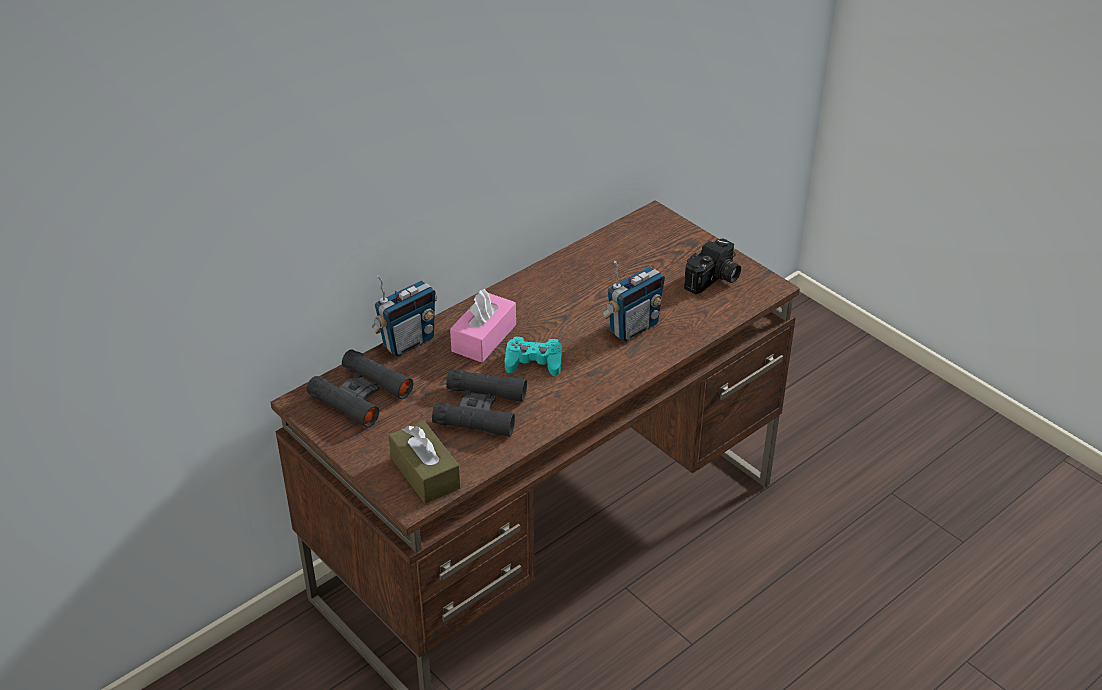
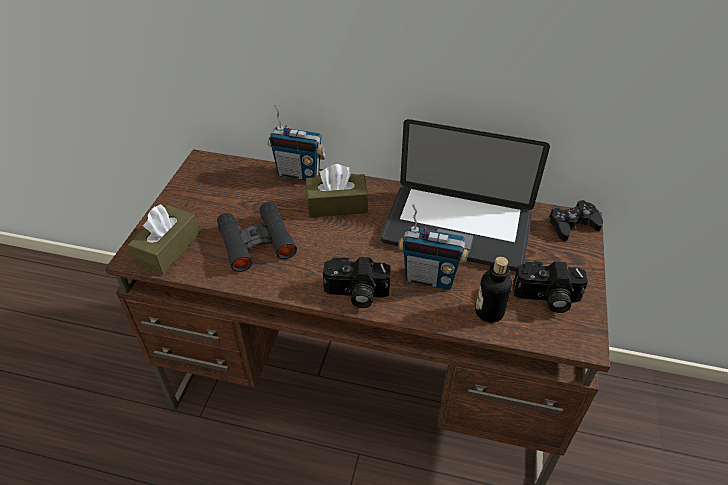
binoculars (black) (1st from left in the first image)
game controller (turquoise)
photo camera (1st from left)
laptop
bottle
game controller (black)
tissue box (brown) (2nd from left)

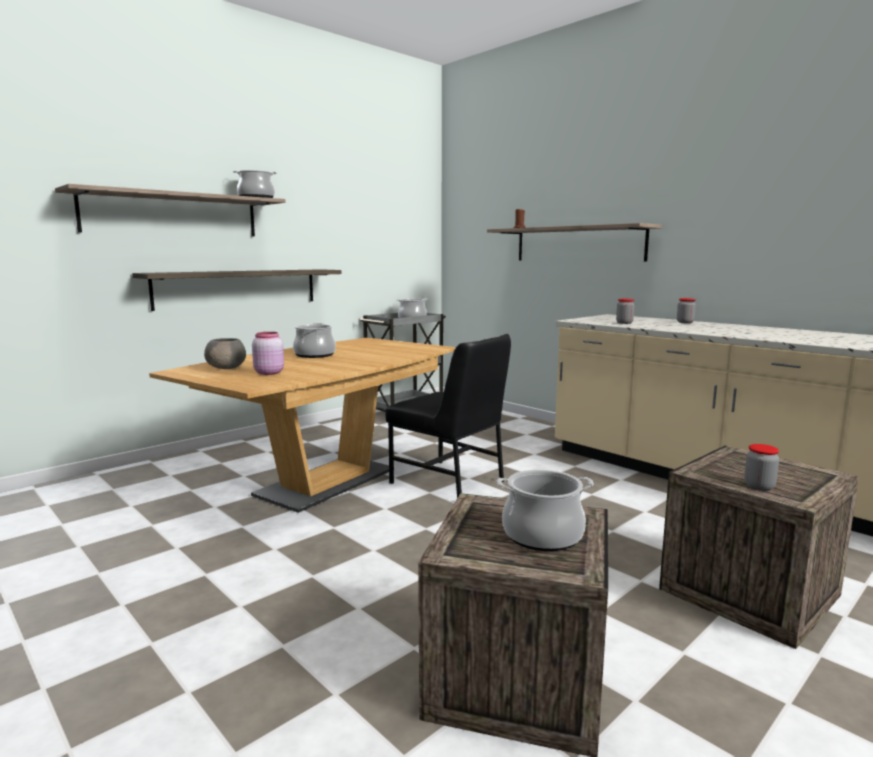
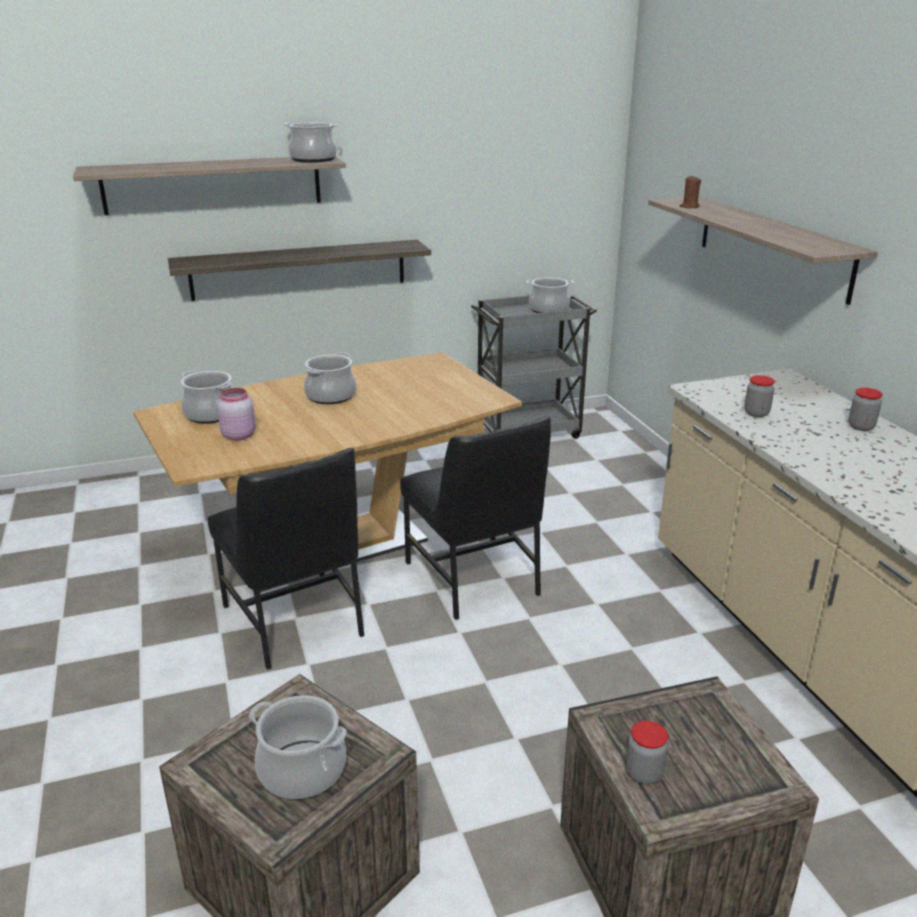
chair (black) (1st from left)
cooking pot (1st from left)

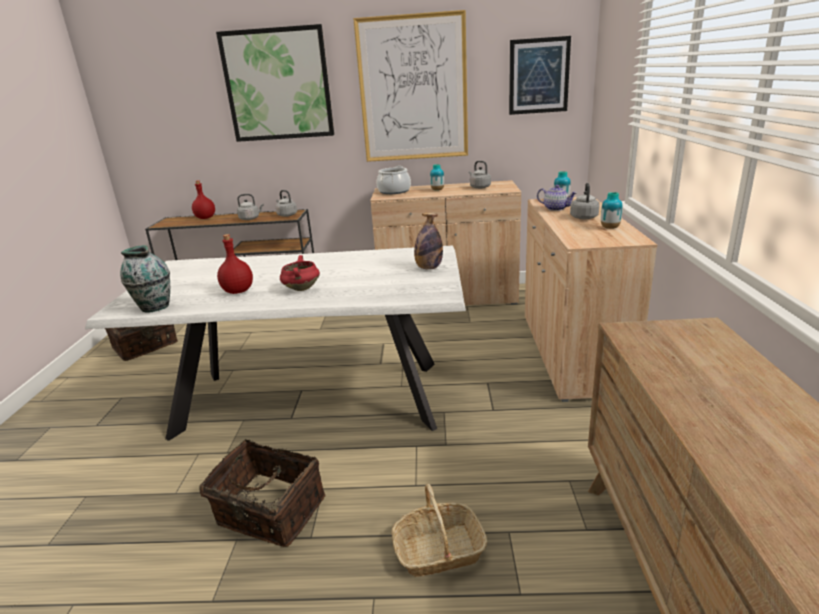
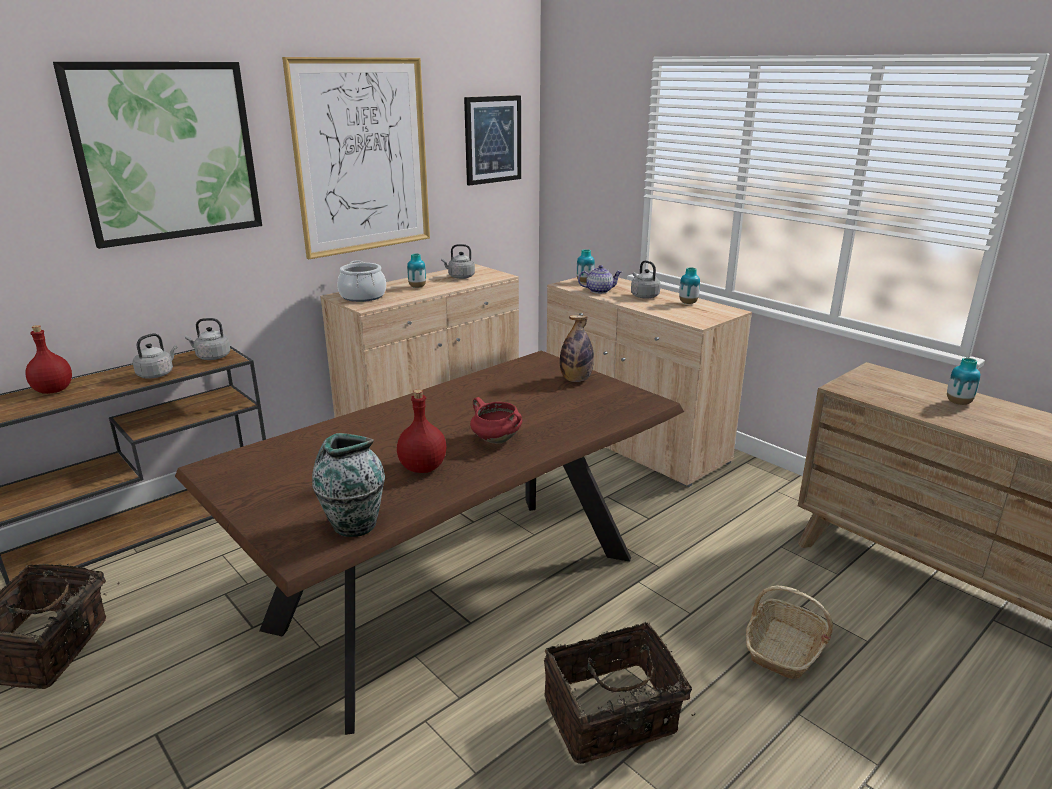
vase (5th from left)
dining table (brown)

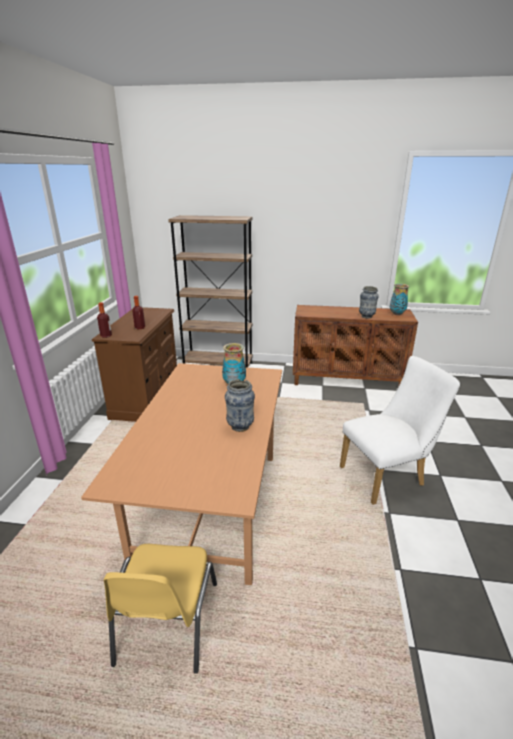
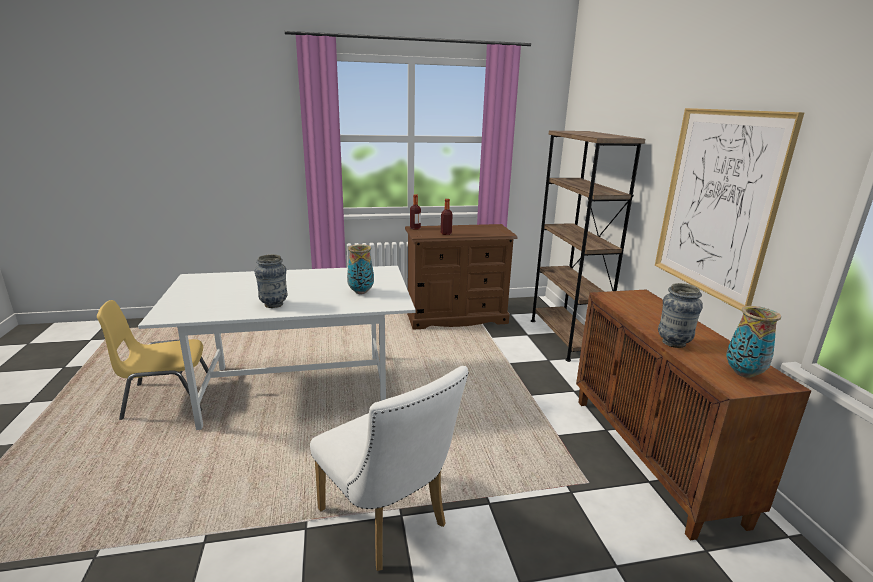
picture
dining table (white)

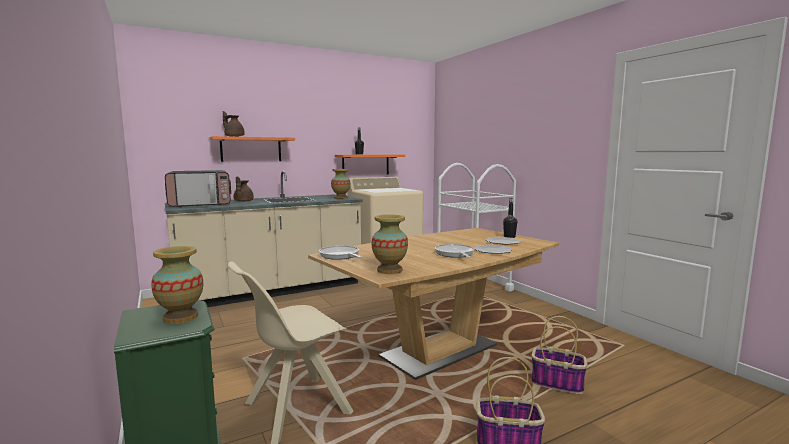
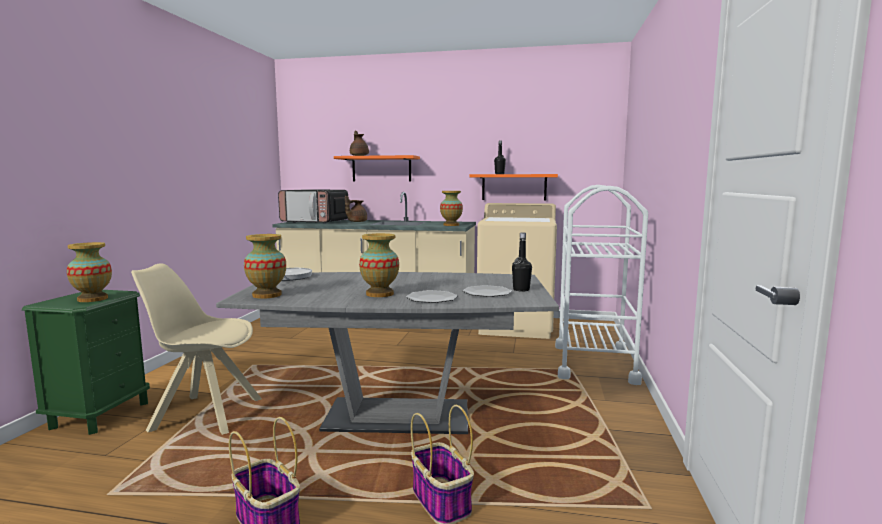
vase (3rd from left)
dining table (grey)

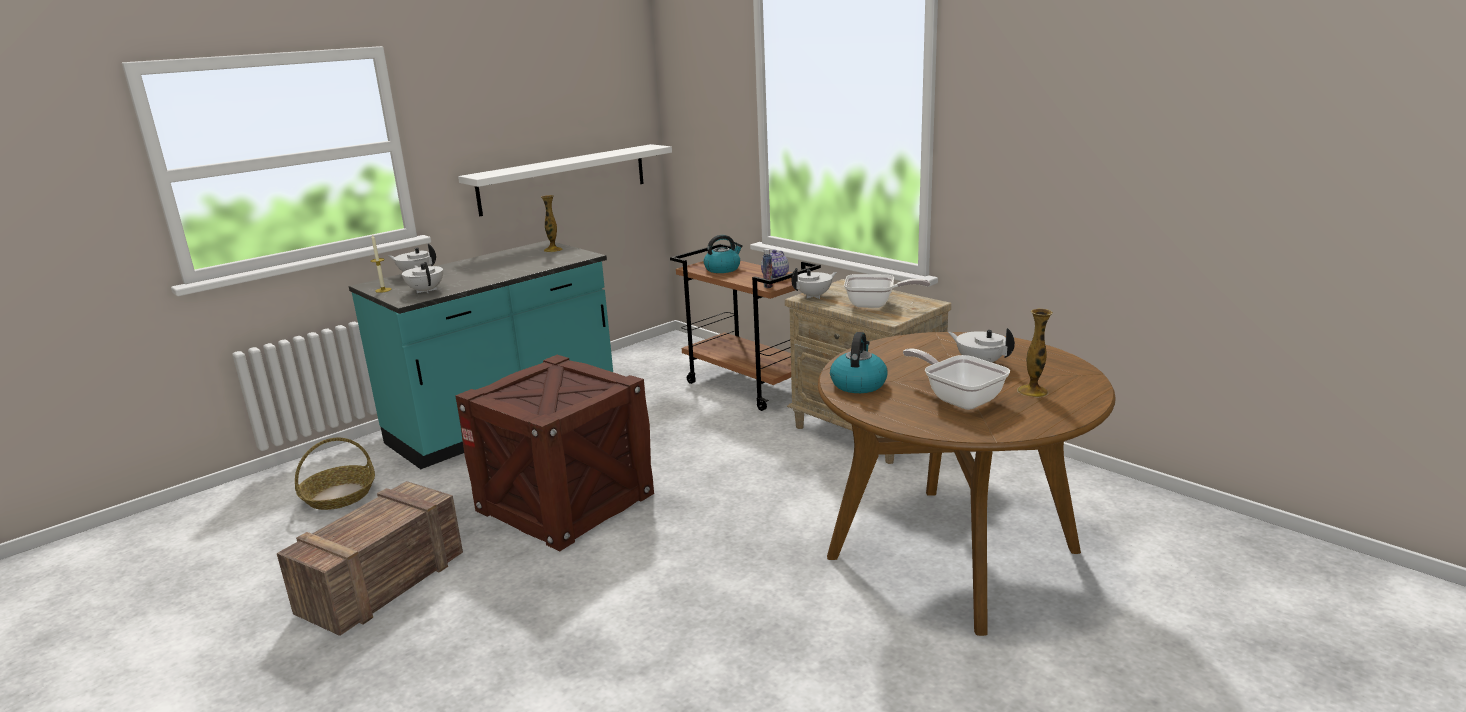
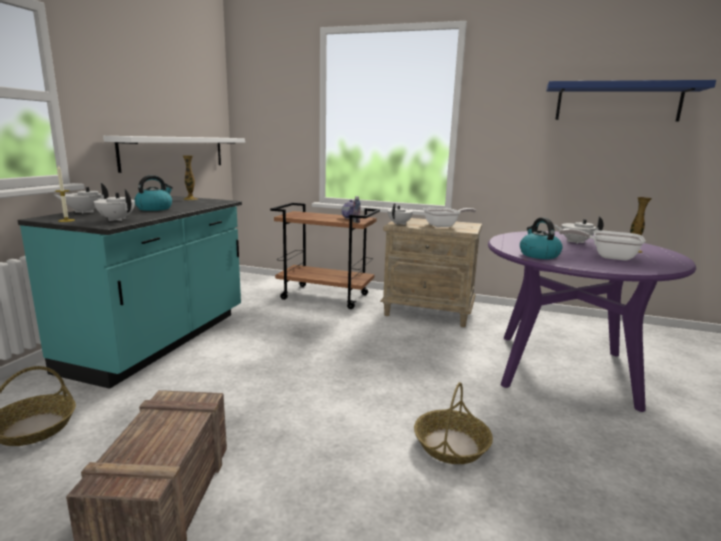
crate (2nd from left in the first image)
basket (2nd from left)
shelf (blue)
kettle (1st from left)
dining table (purple)

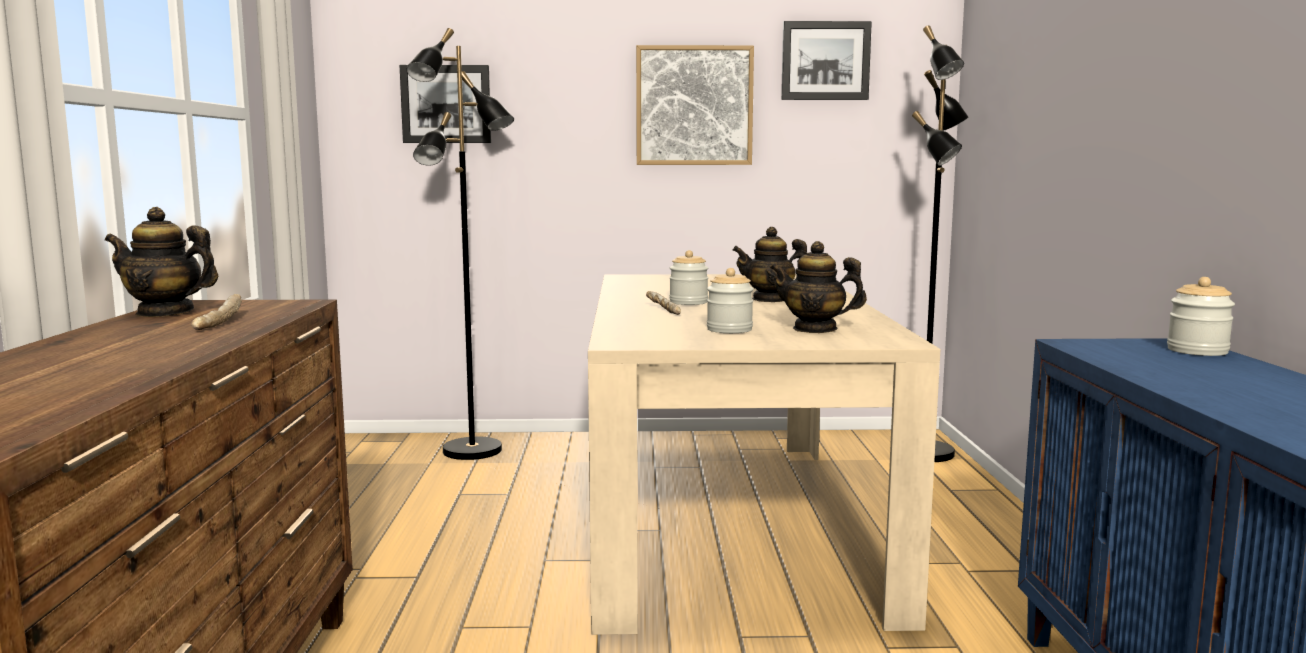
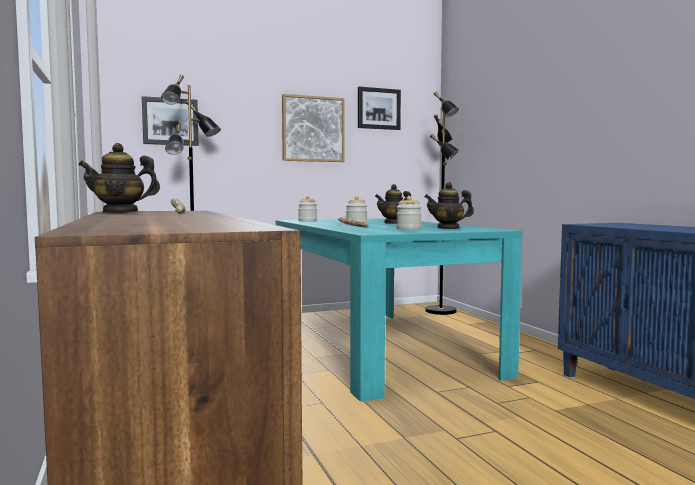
jar (1st from left)
dining table (turquoise)

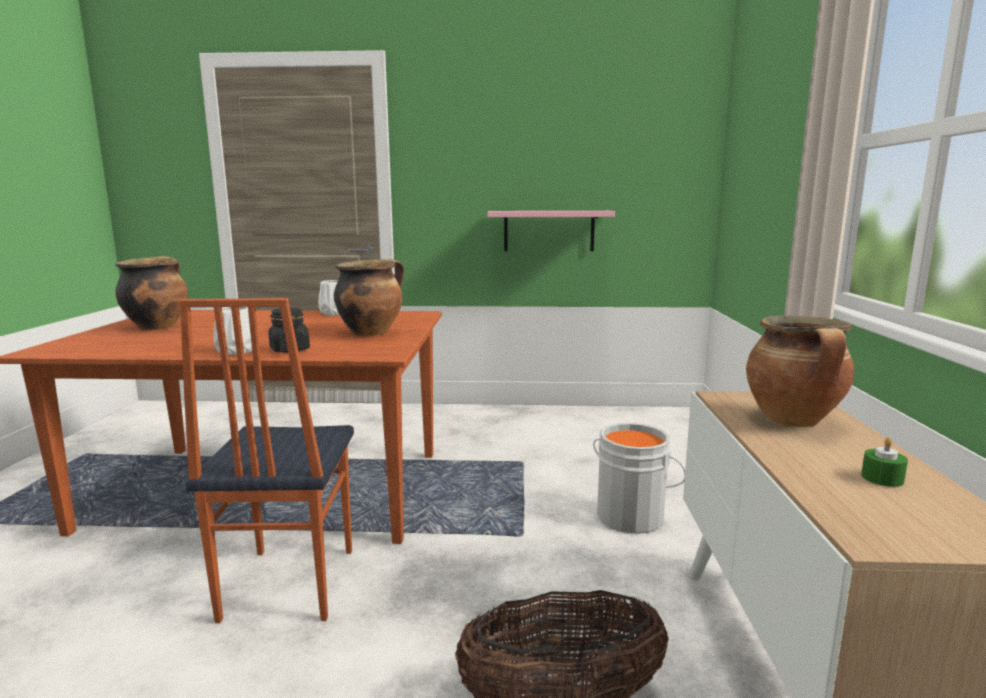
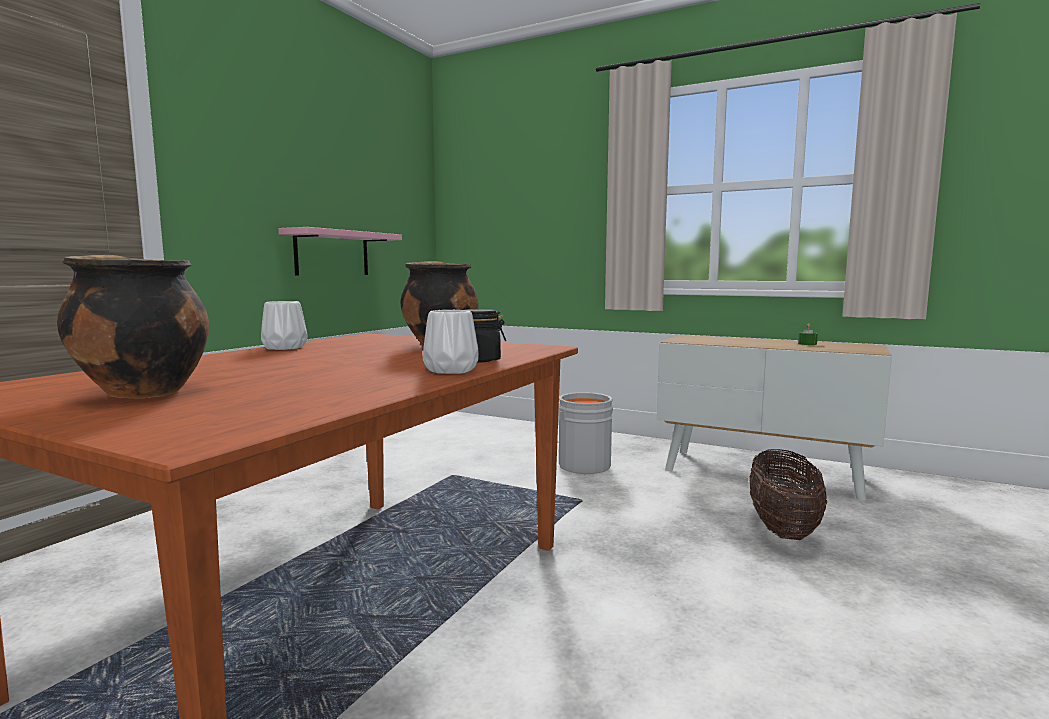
chair
cooking pot (3rd from left in the first image)

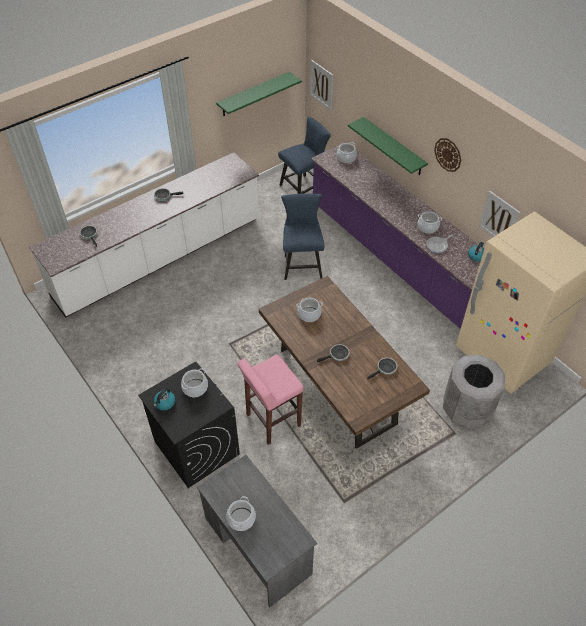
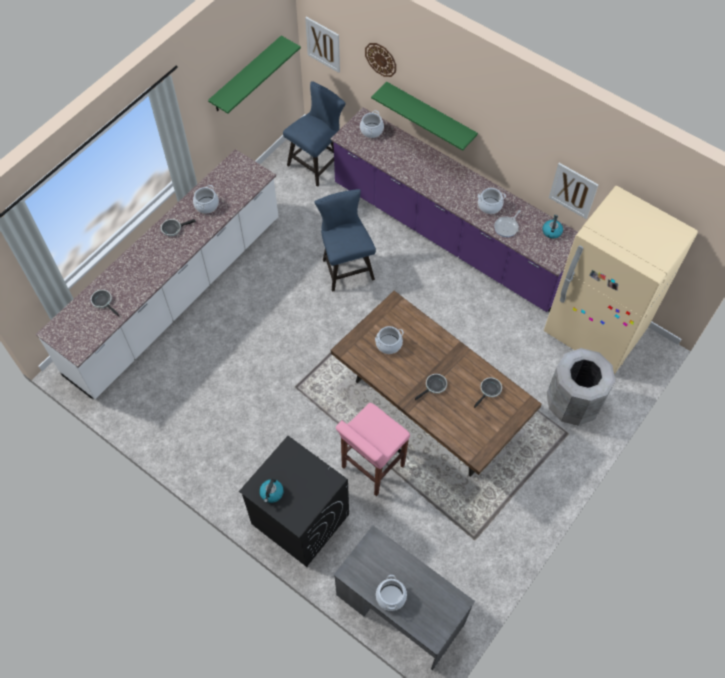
cooking pot (1st from left)
wall clock

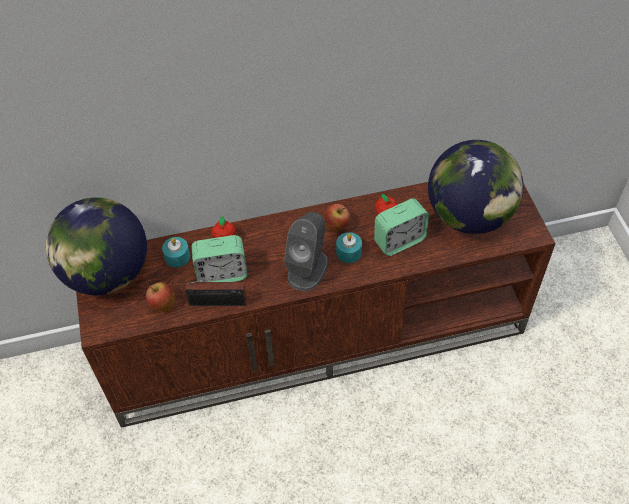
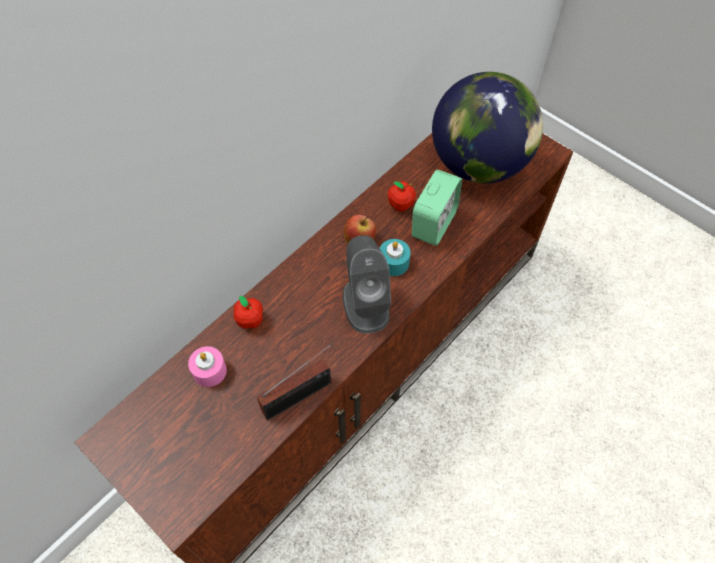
globe (1st from left in the first image)
apple (1st from left in the first image)
alarm clock (1st from left in the first image)
candle (pink)

